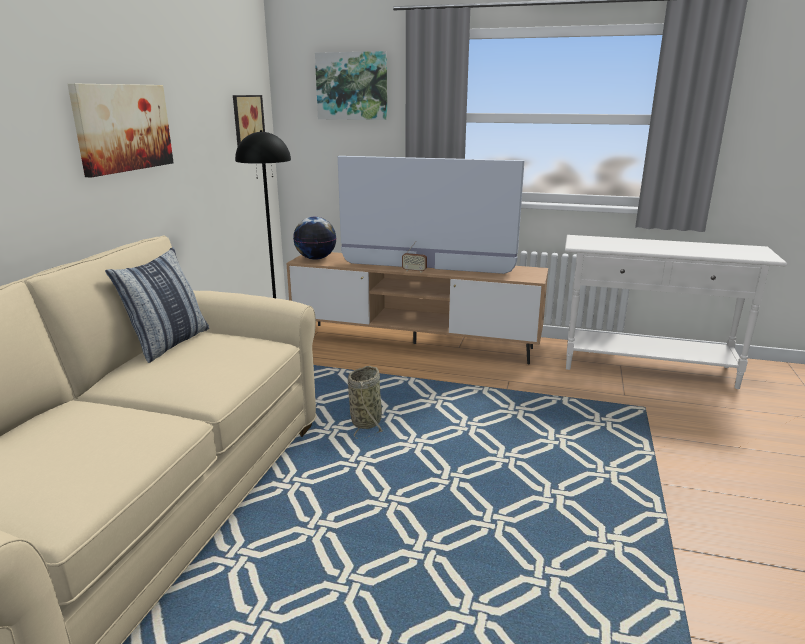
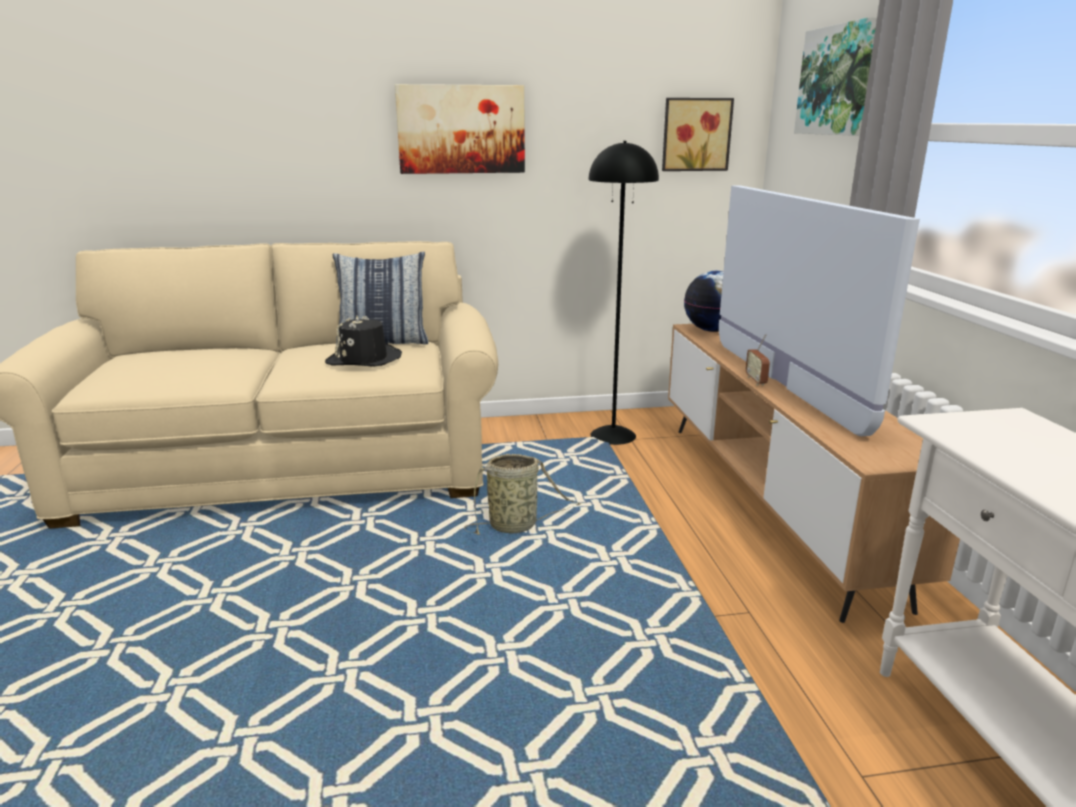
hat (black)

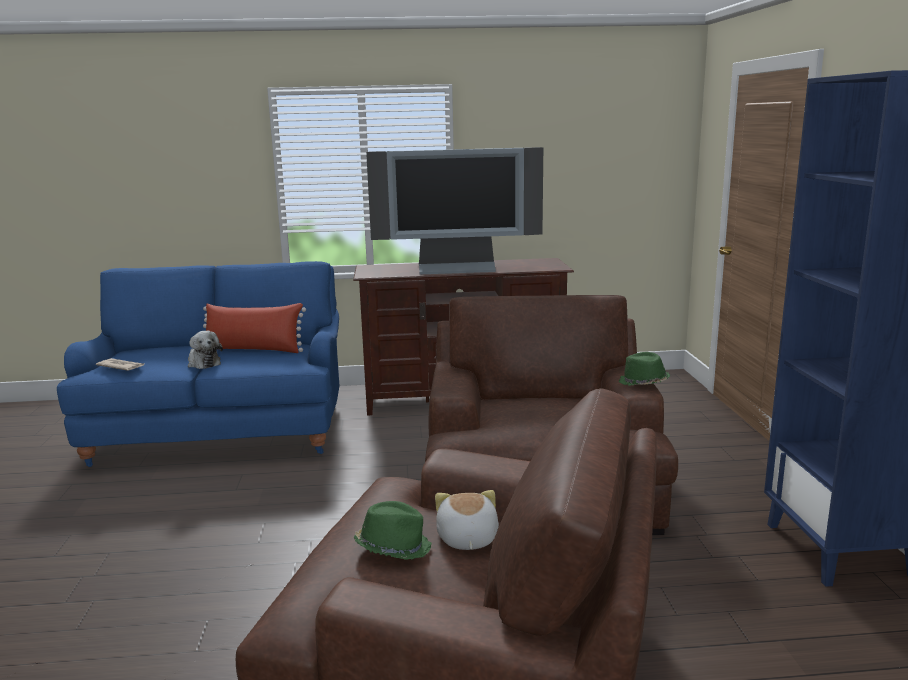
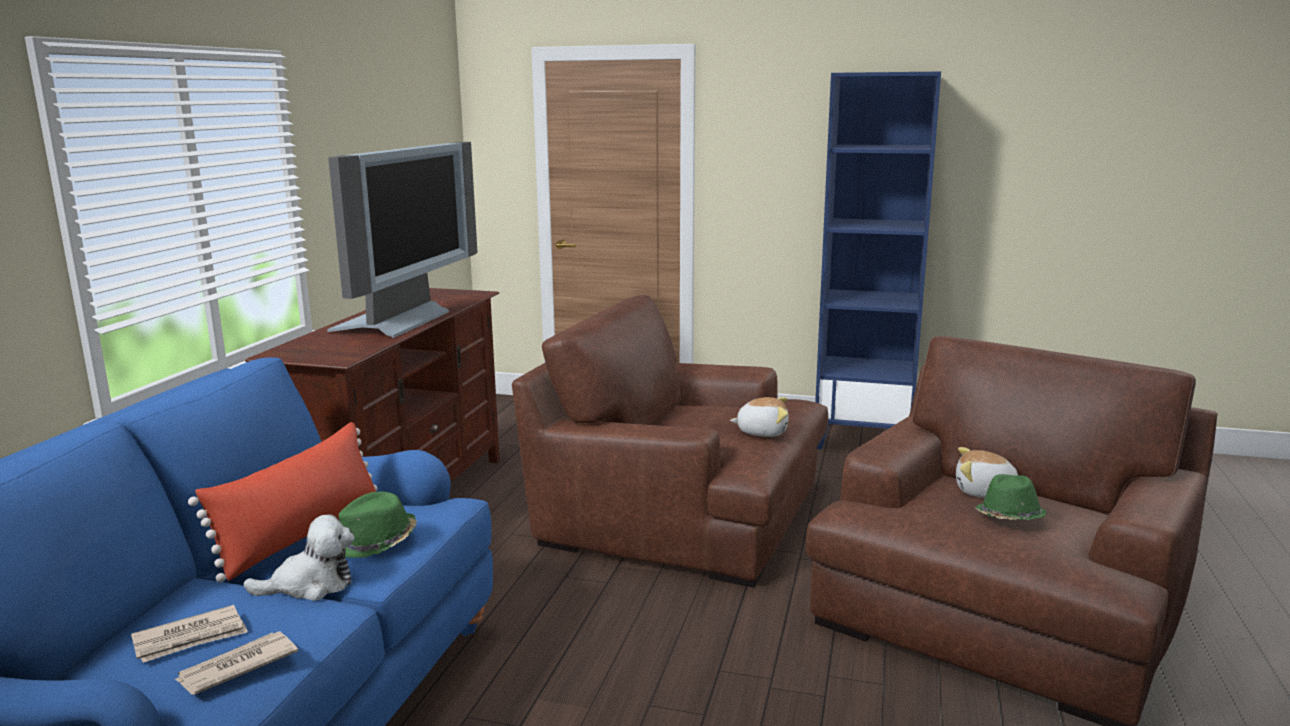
newspaper (1st from left)
plush toy (2nd from left)
hat (green) (1st from left)

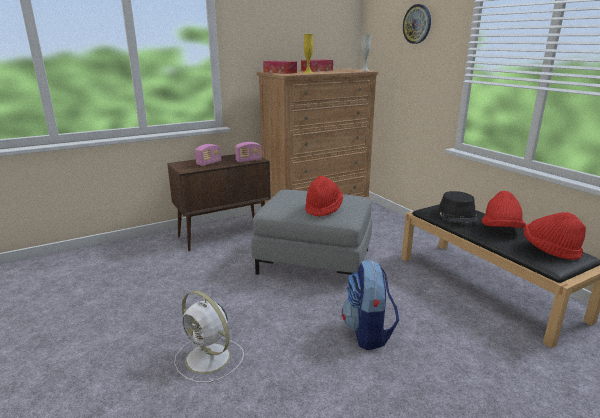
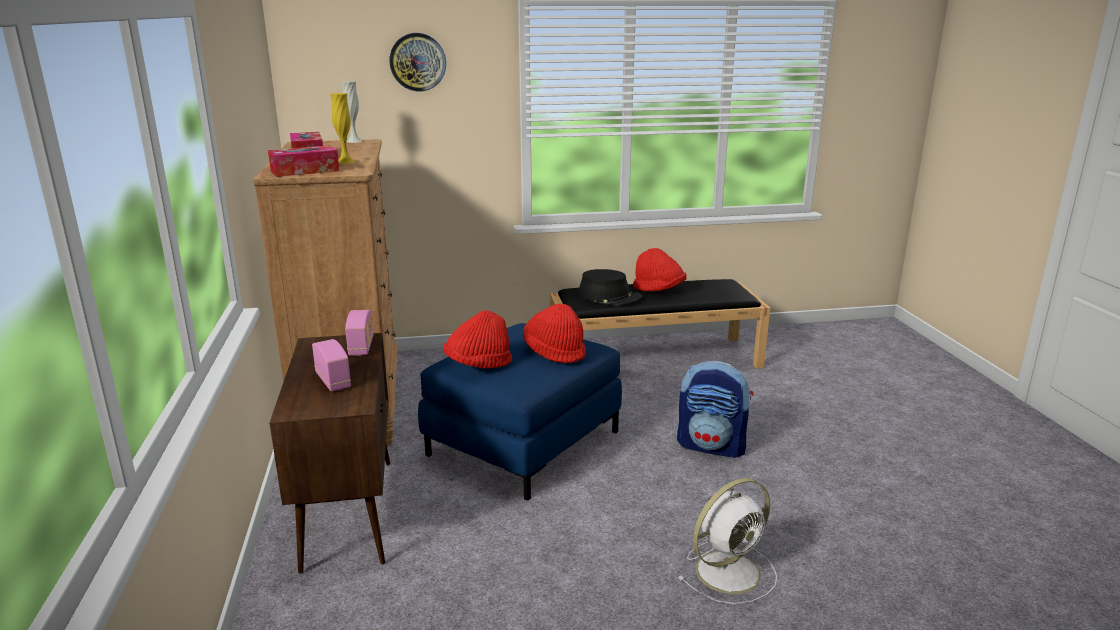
hat (red) (1st from left)
ottoman (blue)

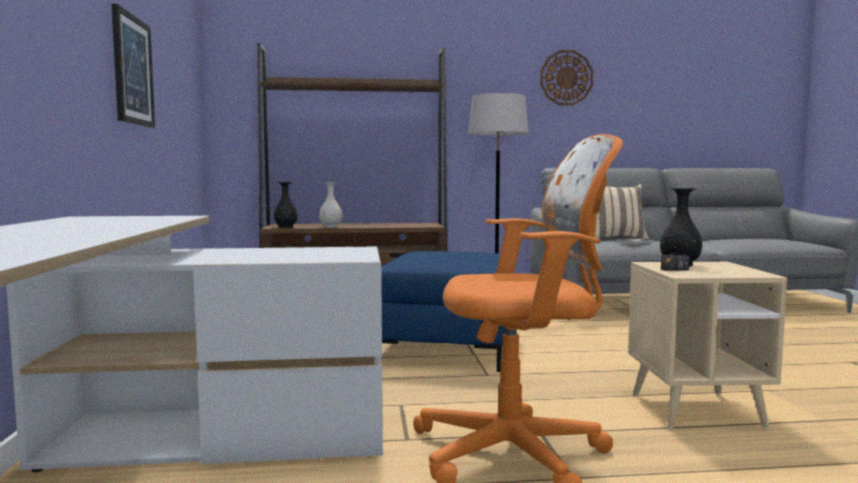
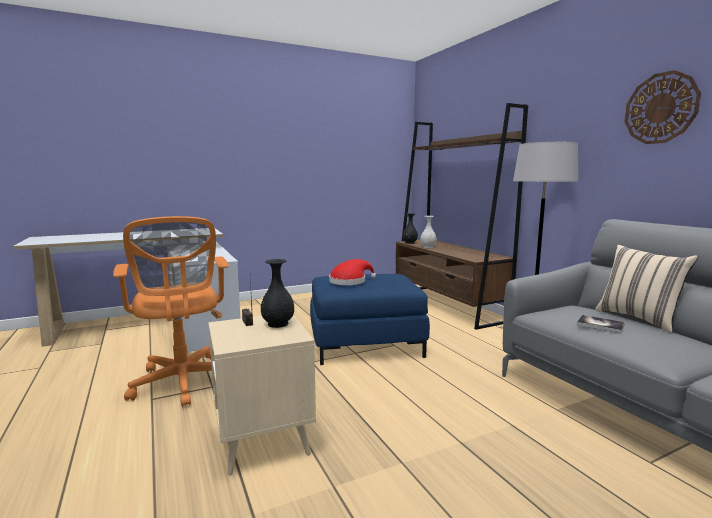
picture
hat (red)

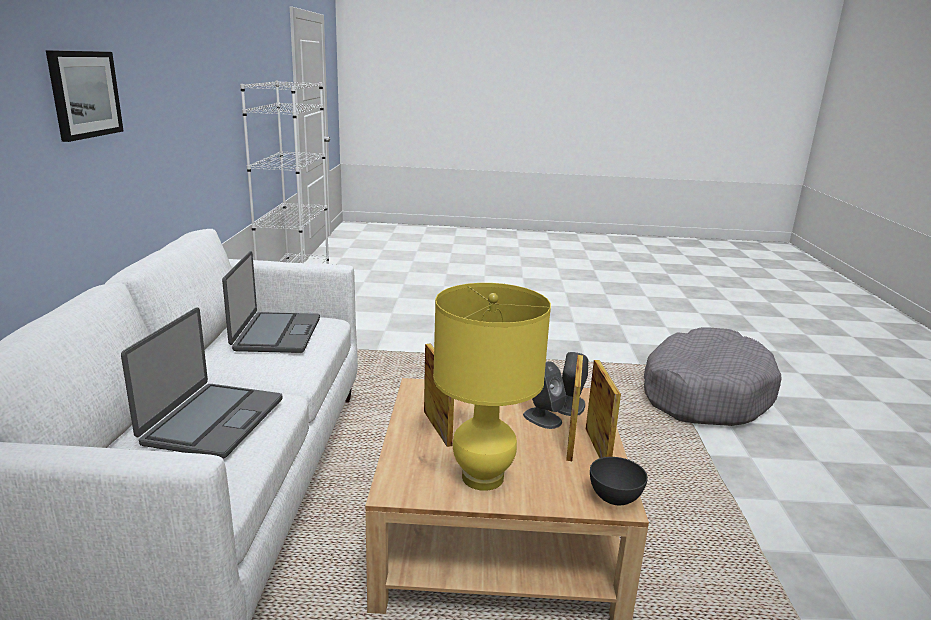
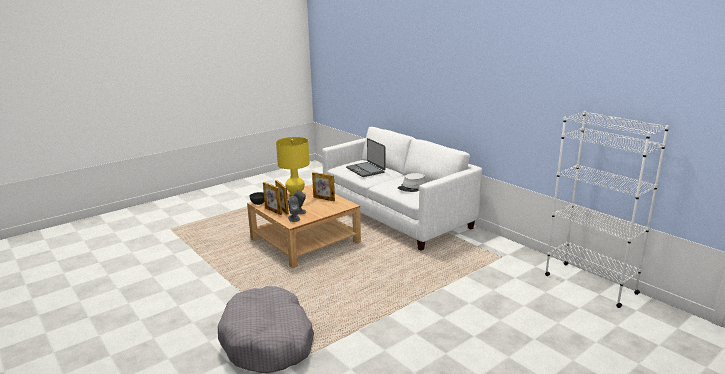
picture
hat (grey)

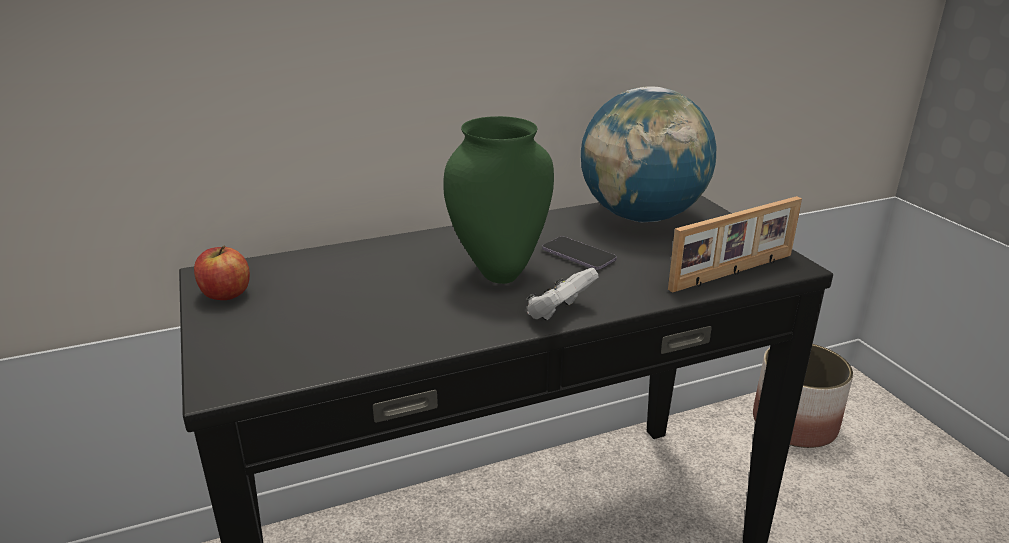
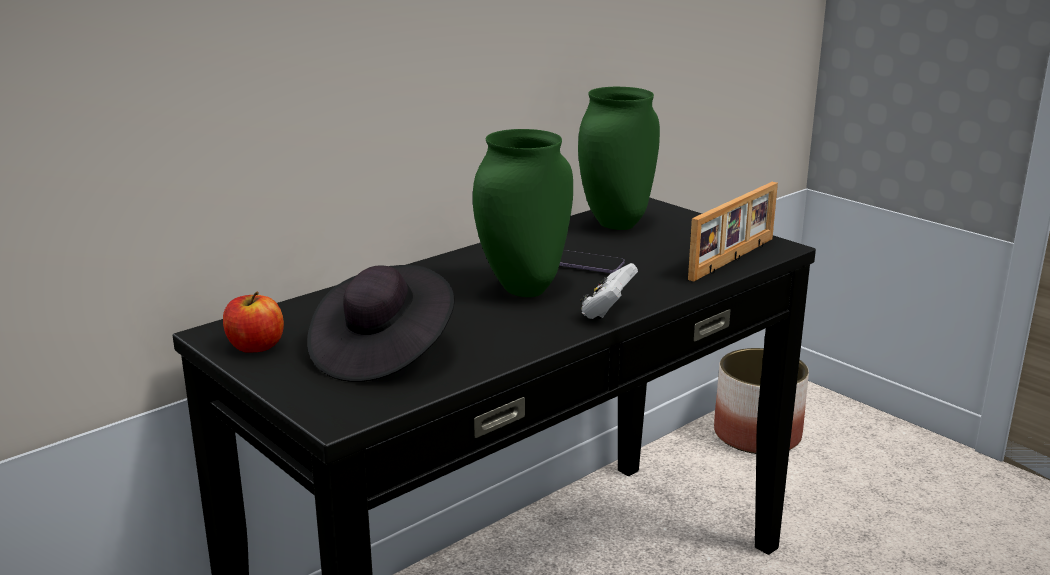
hat (black)
vase (green) (2nd from left)

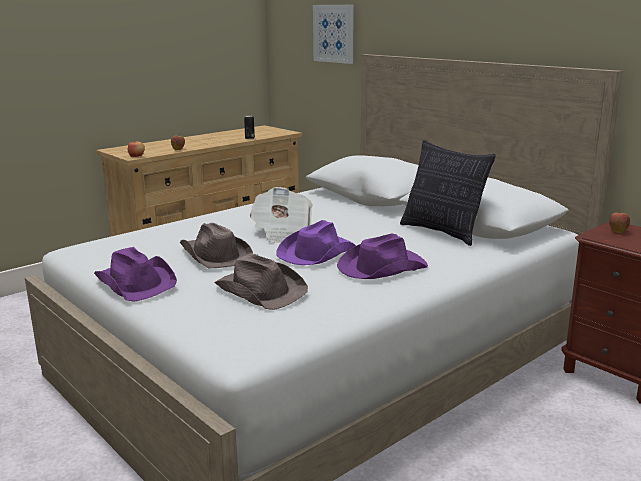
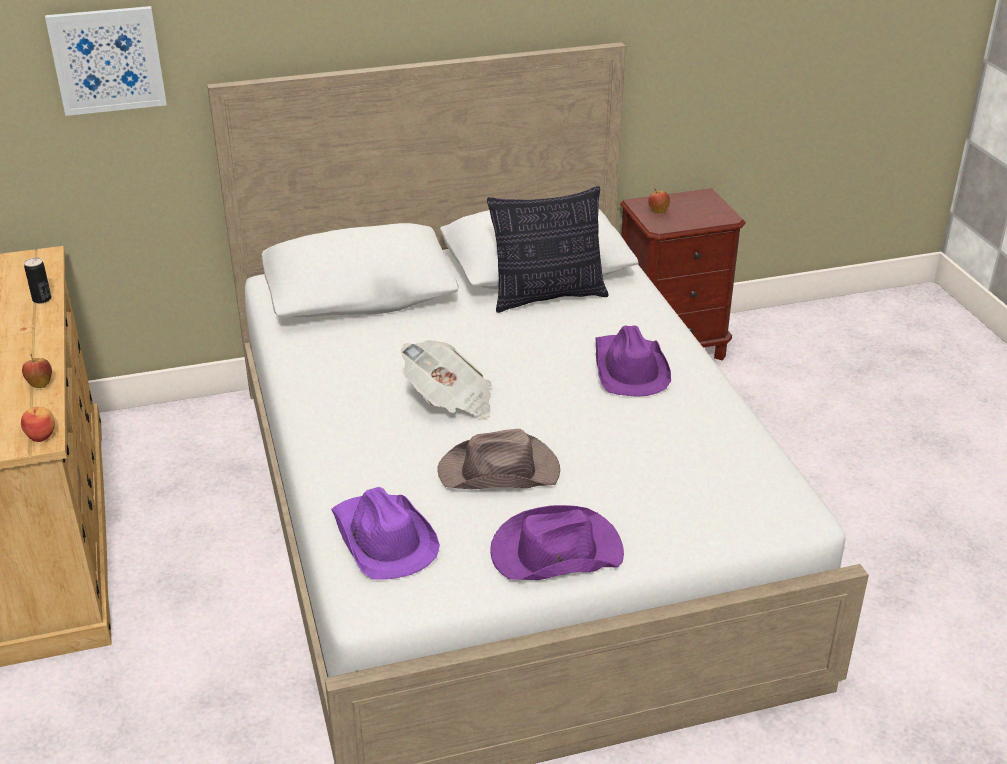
hat (brown) (2nd from left in the first image)
hat (purple) (1st from left)

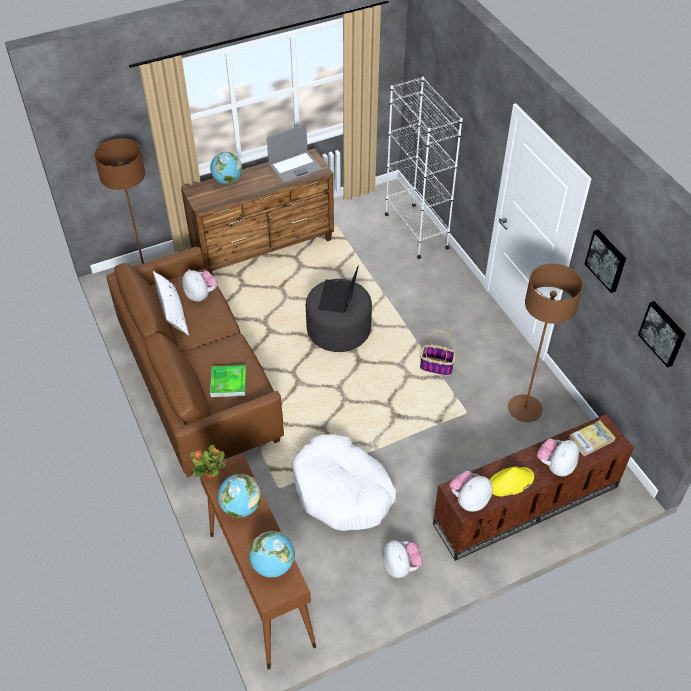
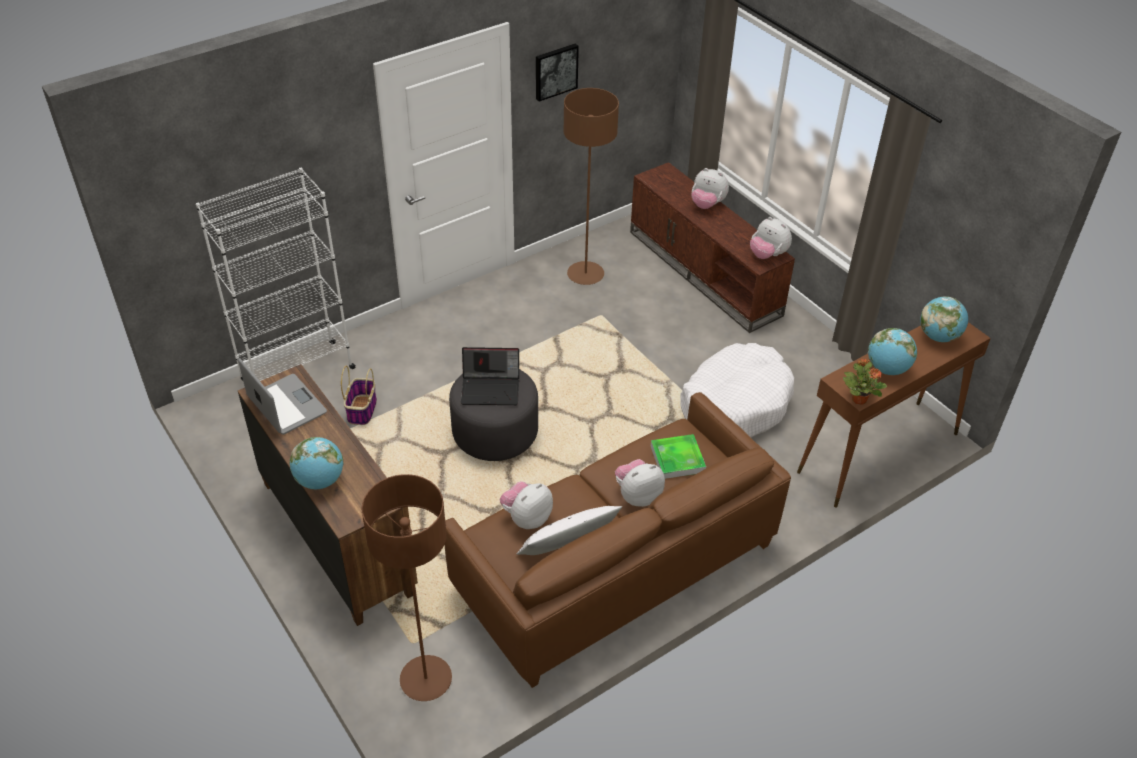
hat (yellow)
book
picture (2nd from left in the first image)
plush toy (2nd from left)
basket

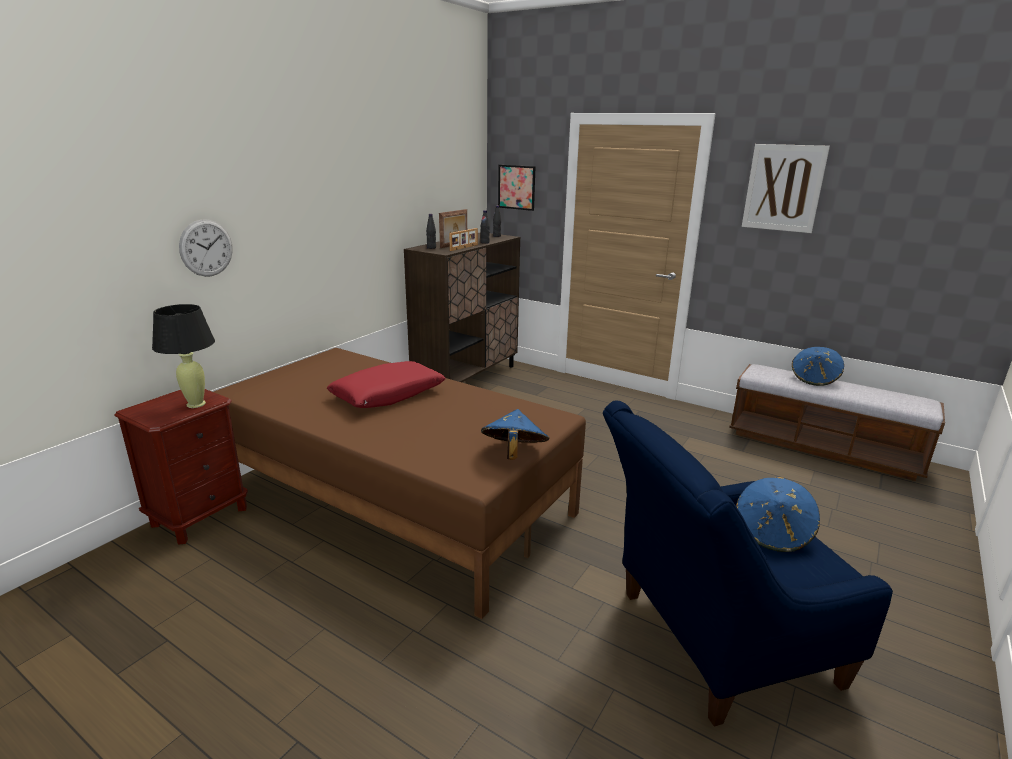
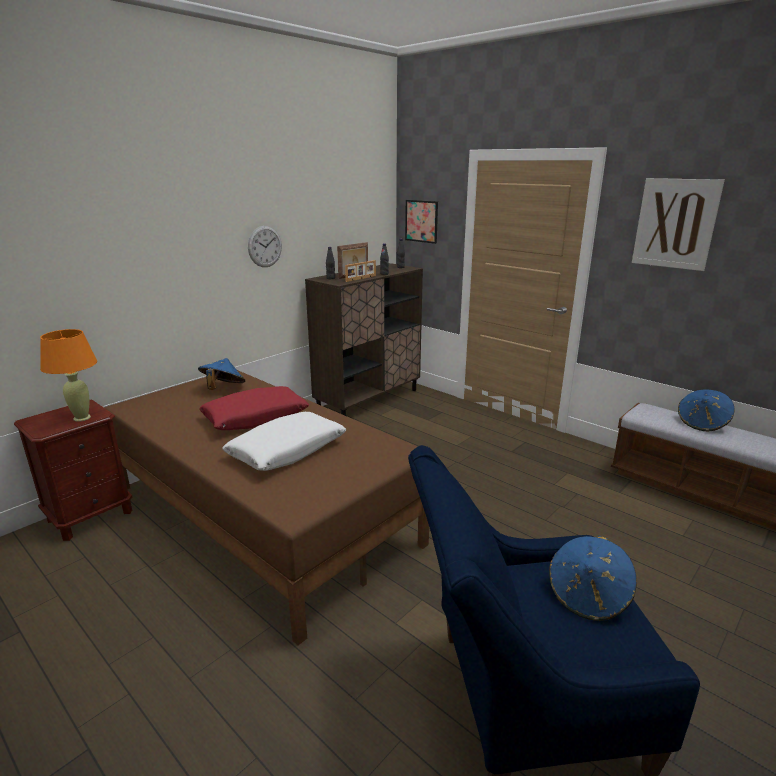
pillow (white)
wall clock
hat (blue) (1st from left)
table lamp (orange)

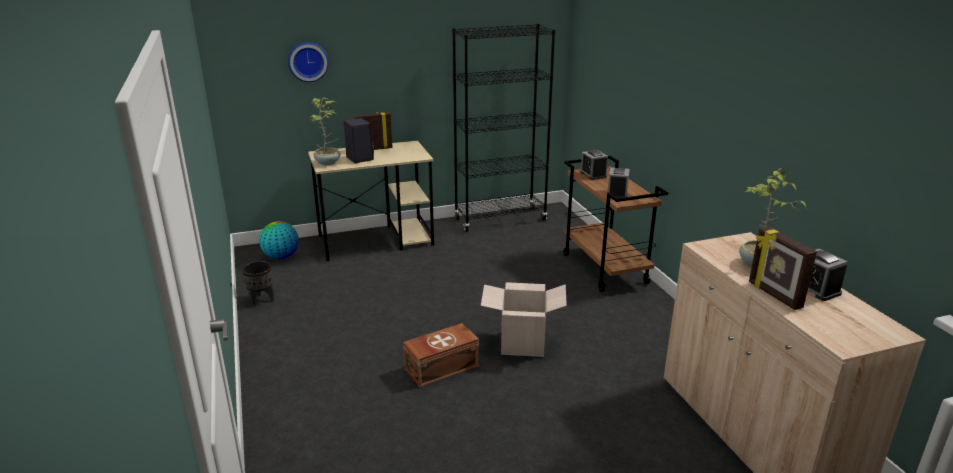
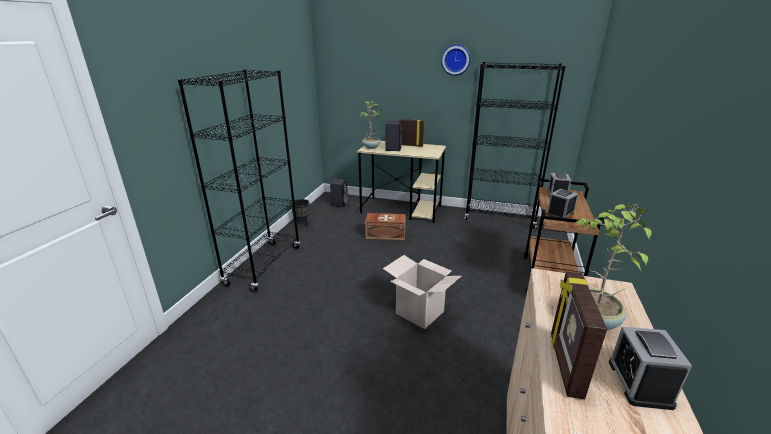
bookcase (black) (1st from left)
wall clock
storage box (brown)
speaker (black) (1st from left)

